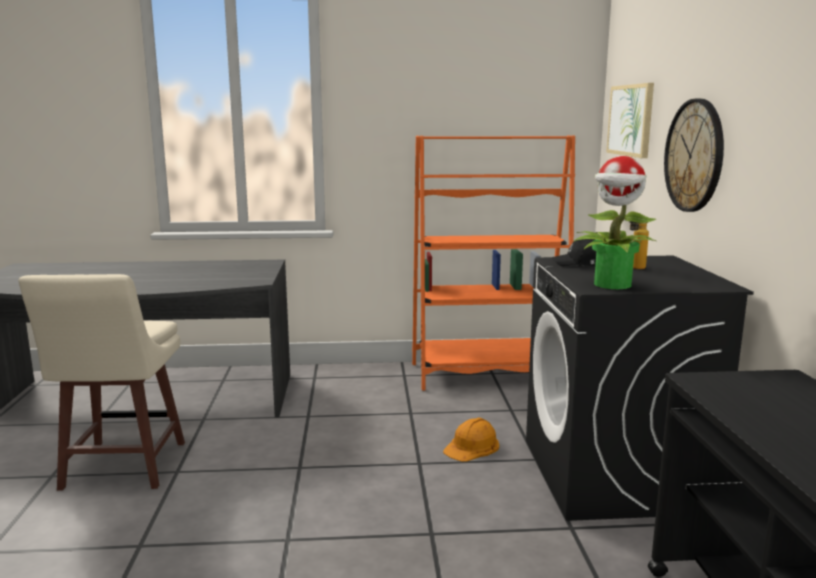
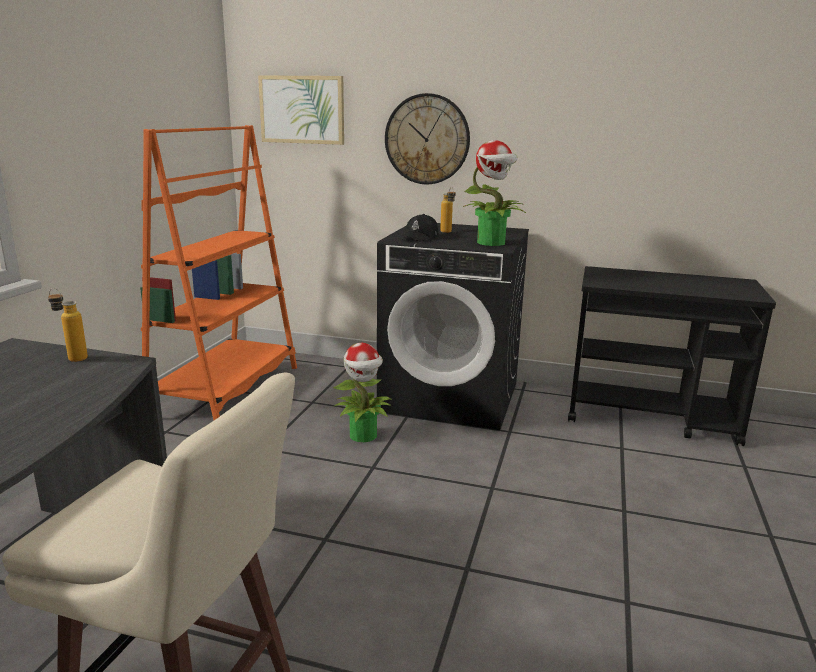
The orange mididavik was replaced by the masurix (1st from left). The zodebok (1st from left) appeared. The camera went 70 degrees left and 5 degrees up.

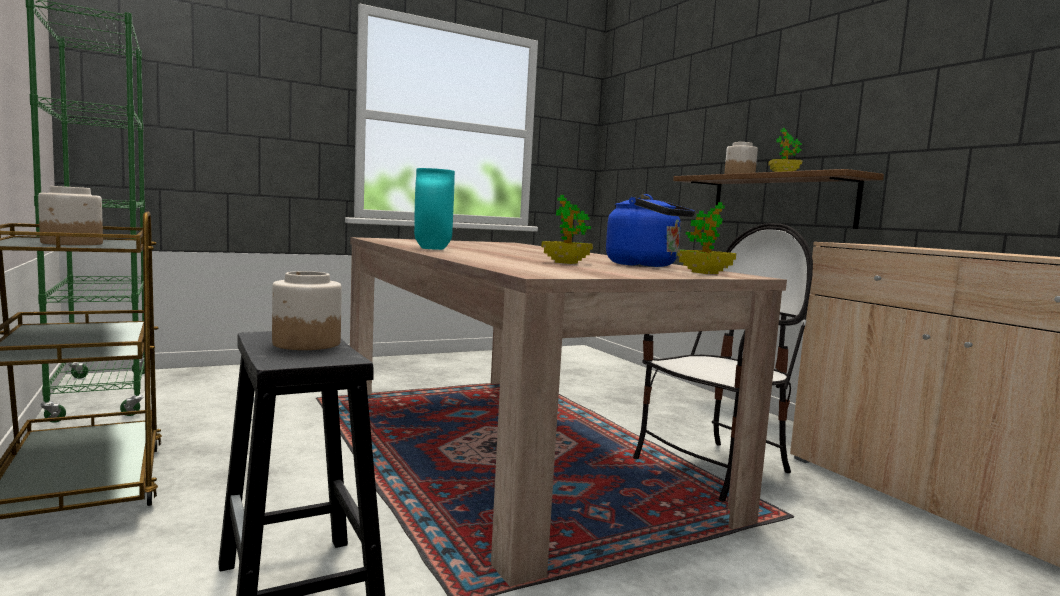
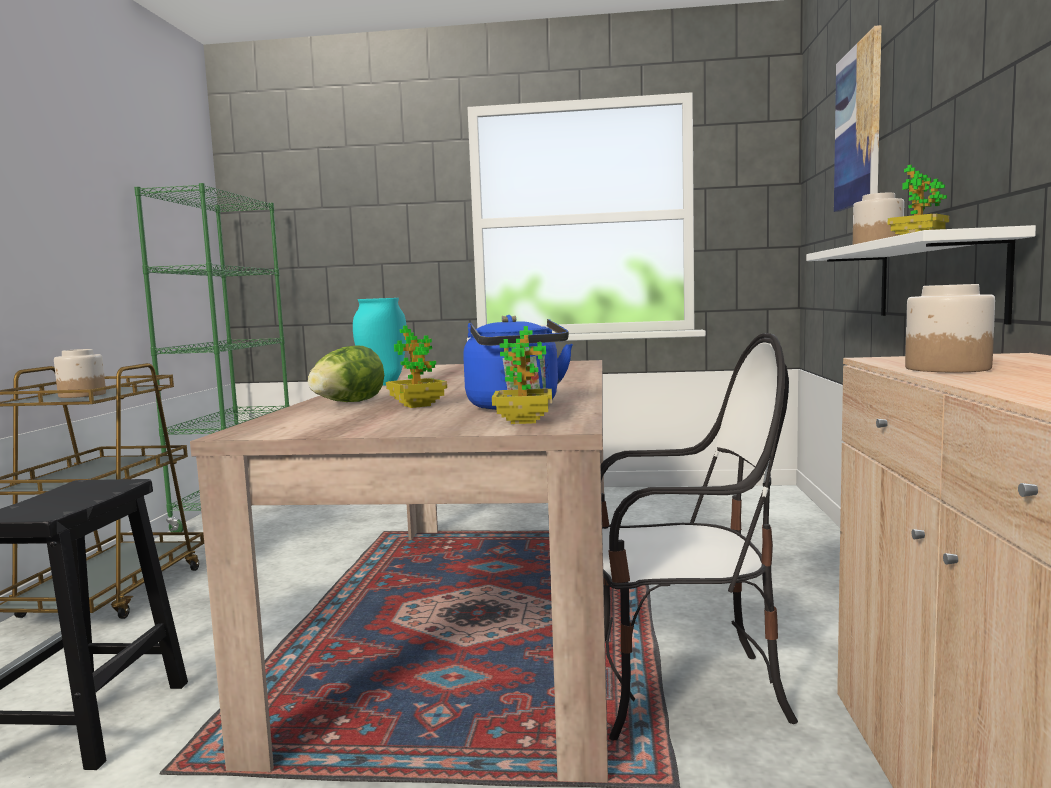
The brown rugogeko became the white rugogeko. The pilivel (2nd from left in the first image) moved. The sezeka appeared. The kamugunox appeared. The camera went 35 degrees right and 0 degrees up.

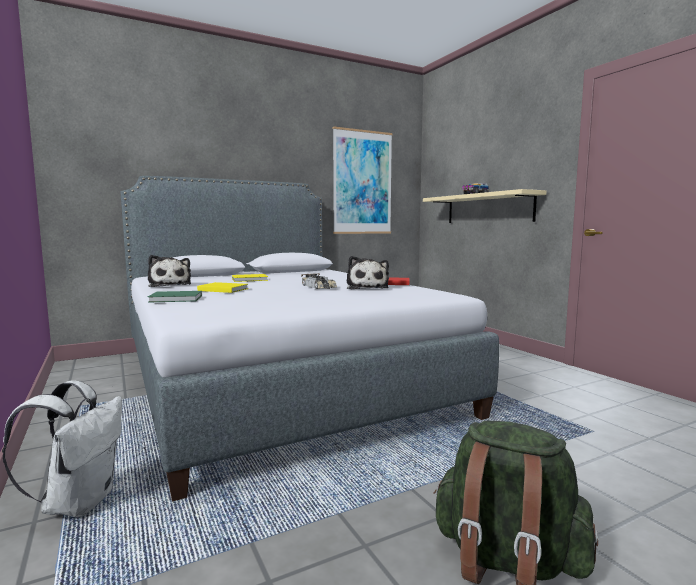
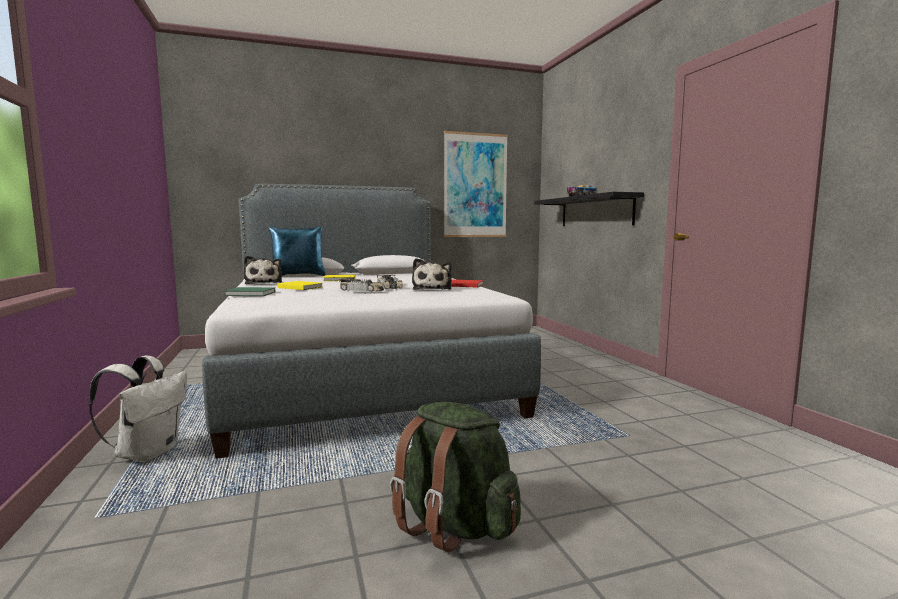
The beige rugogeko became the black rugogeko. The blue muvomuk appeared. The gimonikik (1st from left) appeared. The camera went 10 degrees right and 0 degrees up.

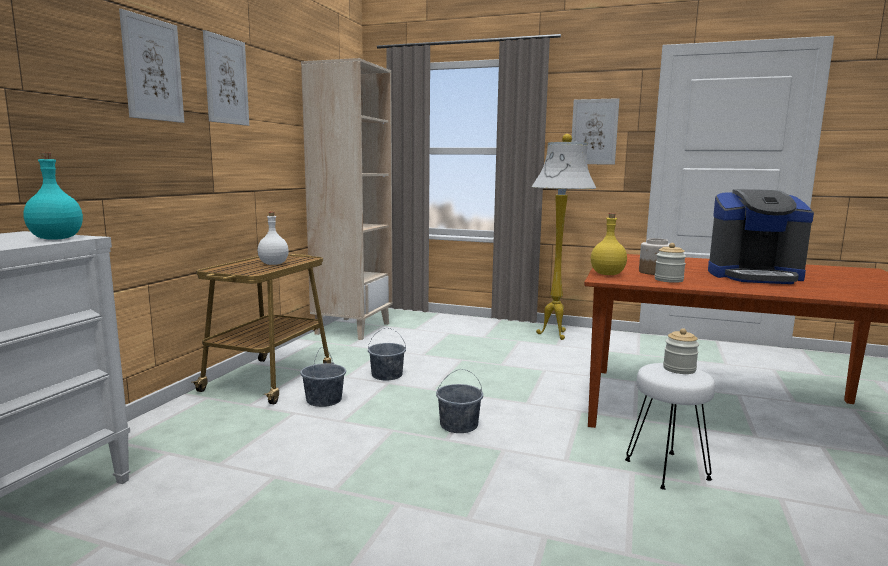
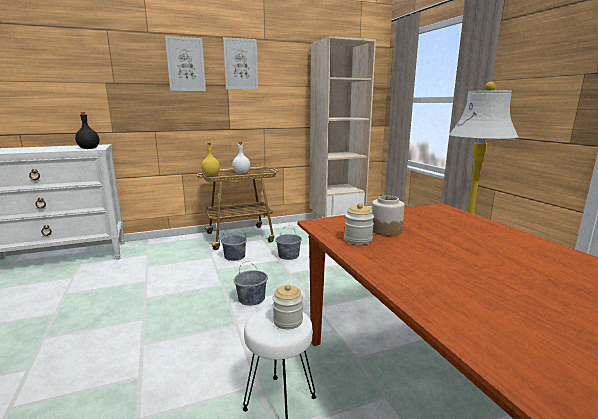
The sezeka (3rd from left) disappeared. The turquoise zodebok became the black zodebok. The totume disappeared. The yellow zodebok moved. The camera went 50 degrees right and 5 degrees up.

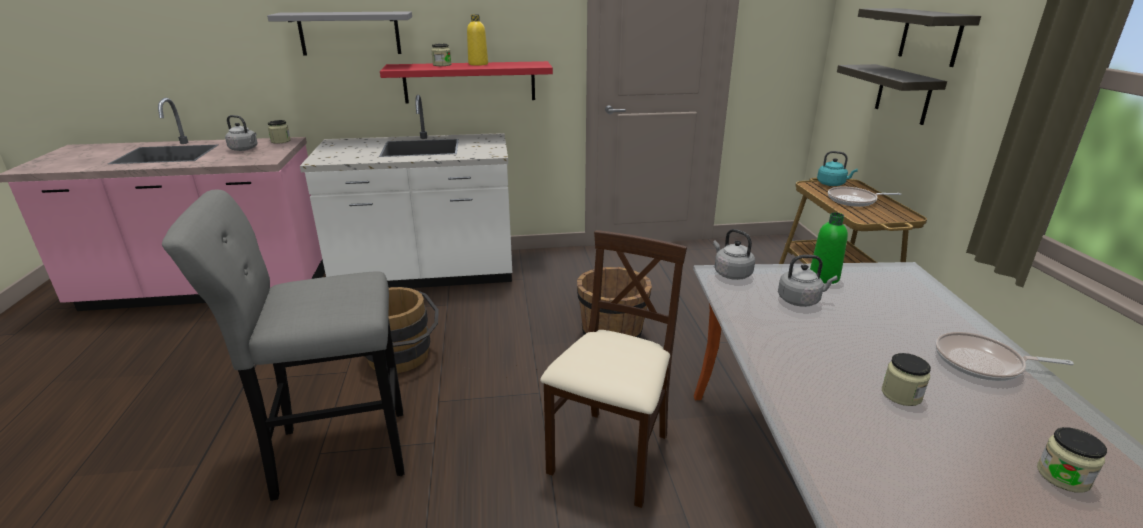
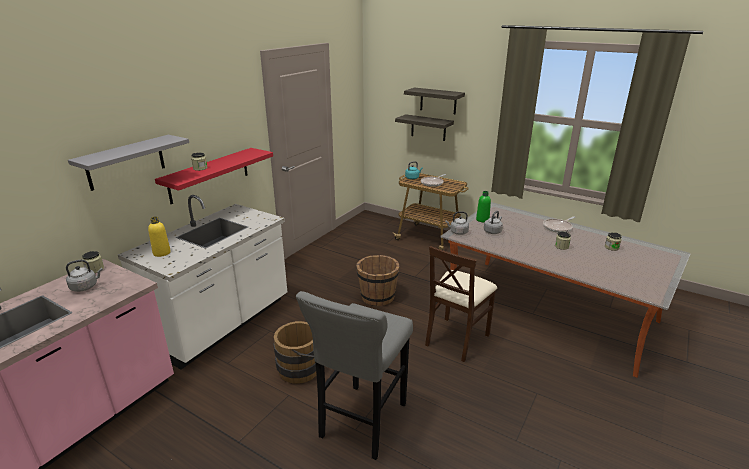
The yellow zodebok moved. The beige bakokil turned 120 degrees counterclockwise. The camera went 50 degrees left and 0 degrees up.

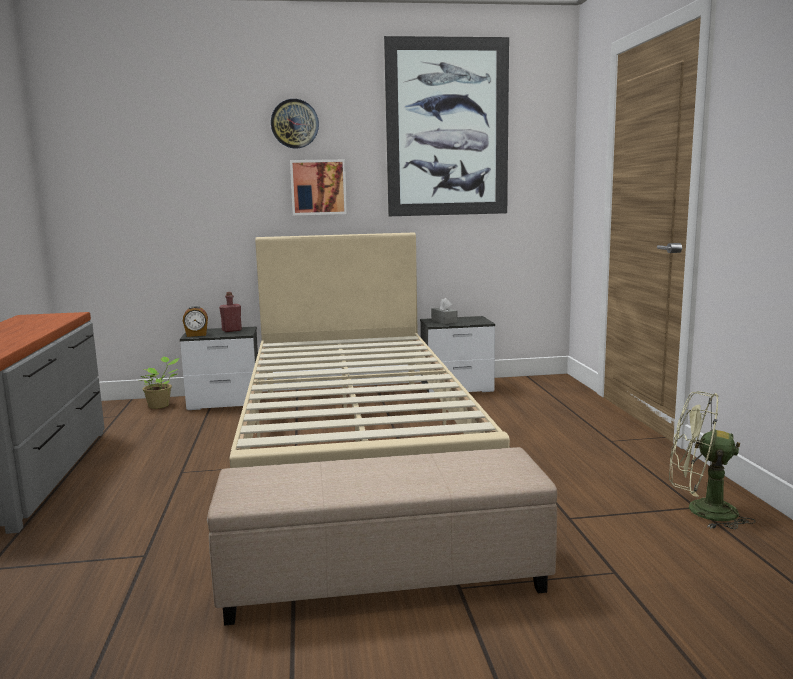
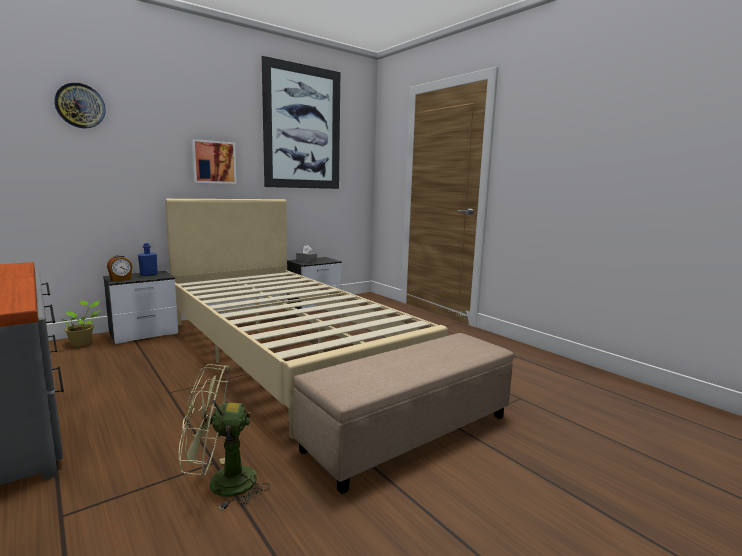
The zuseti moved. The red zodebok became the blue zodebok. The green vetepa moved. The camera went 30 degrees left and 0 degrees up.

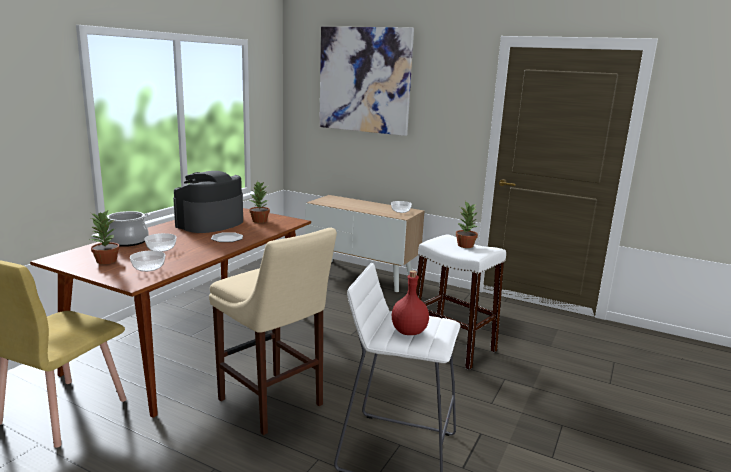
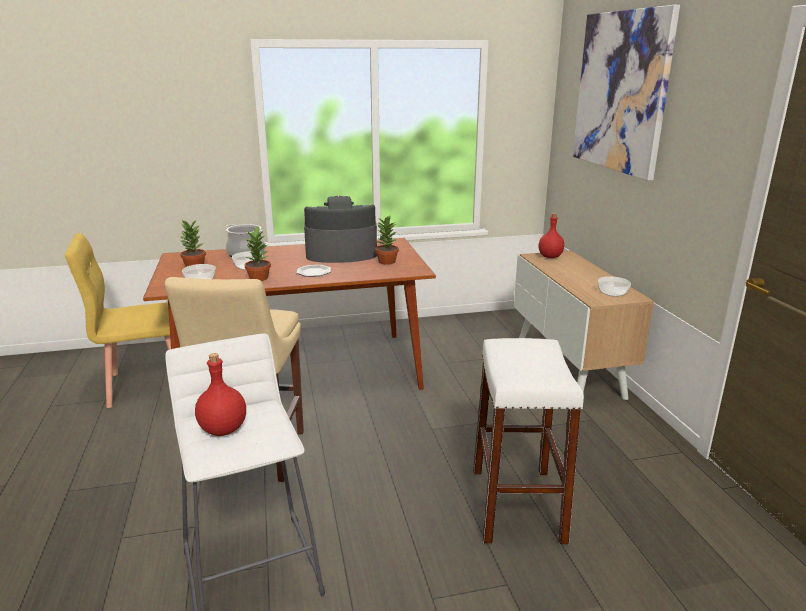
The masurix (3rd from left in the first image) moved. The red zodebok (2nd from left) appeared. The camera went 50 degrees right and 5 degrees up.

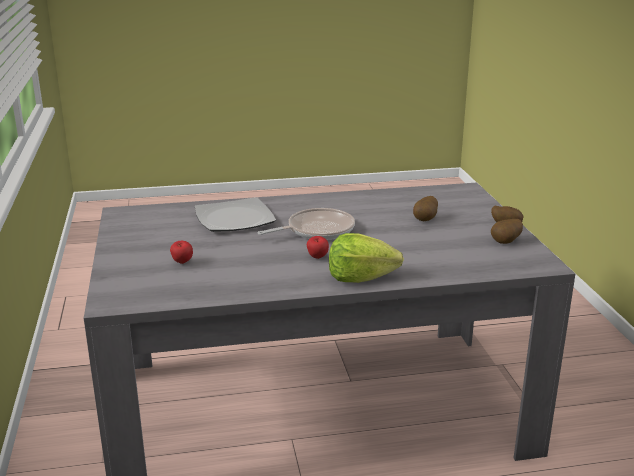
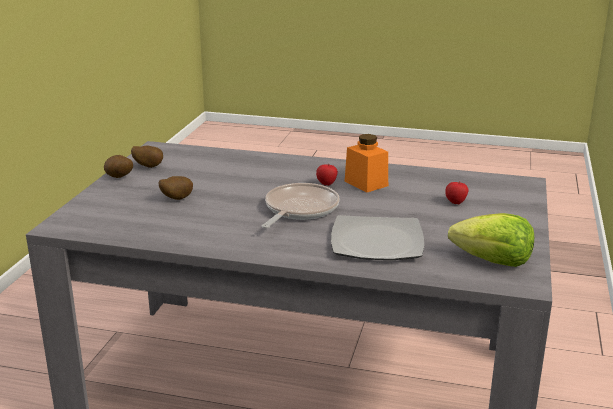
The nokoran turned 120 degrees clockwise. The kamugunox moved. The orange pilivel appeared. The camera went 155 degrees left and 0 degrees up.

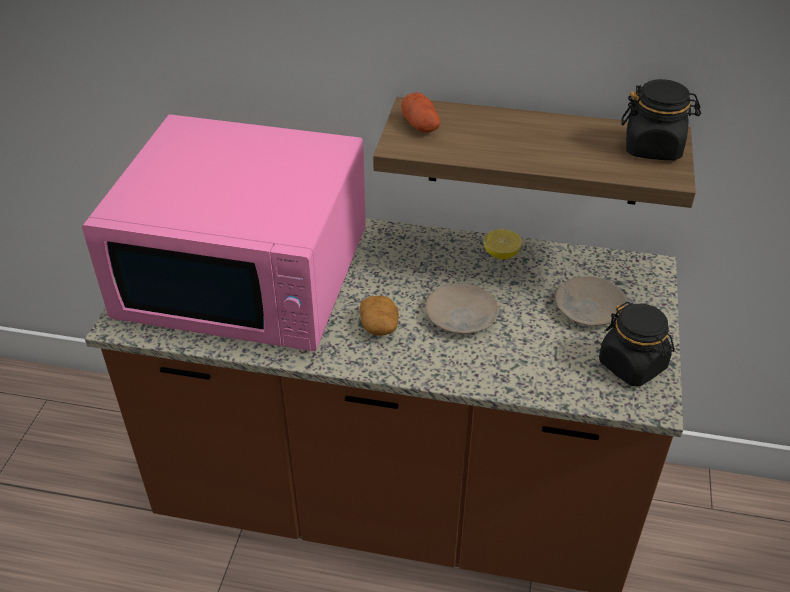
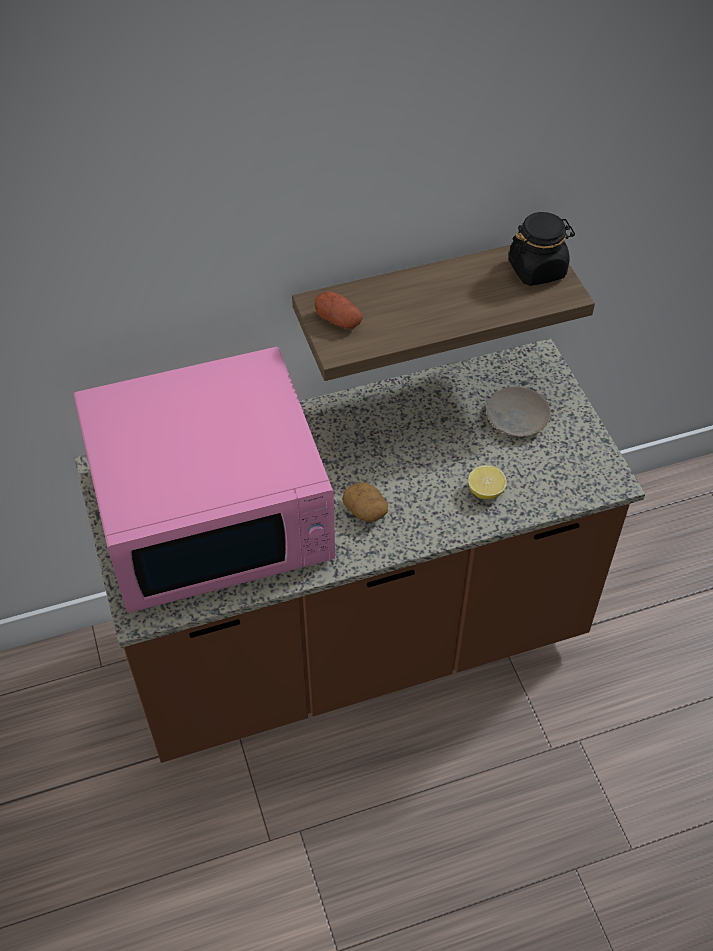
The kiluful moved. The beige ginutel (1st from left) disappeared. The black pilivel (1st from left) disappeared. The camera went 30 degrees left and 10 degrees up.

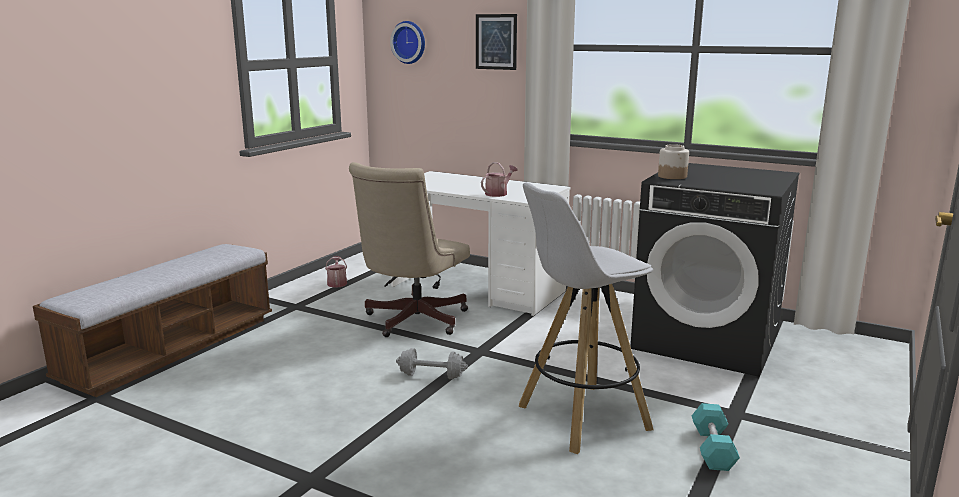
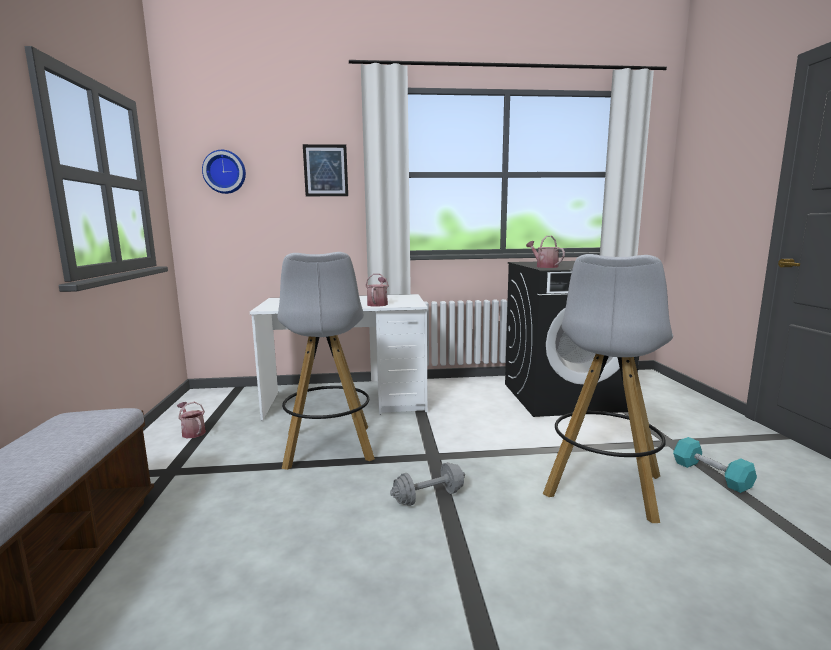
The pilivel was replaced by the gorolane (3rd from left). The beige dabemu was replaced by the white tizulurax (1st from left). The camera went 35 degrees left and 5 degrees down.

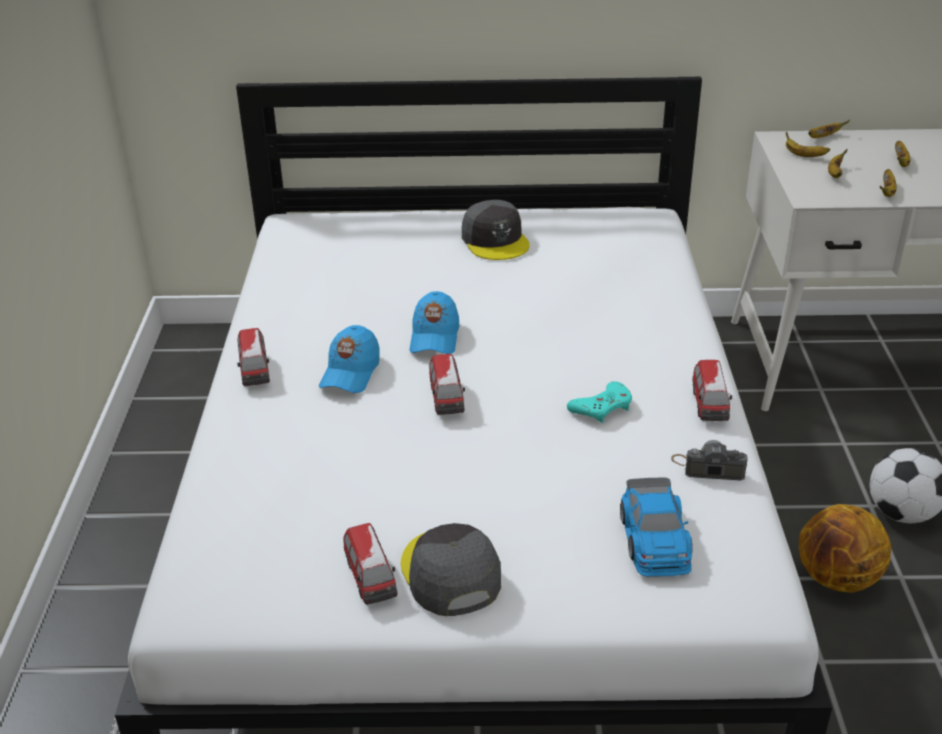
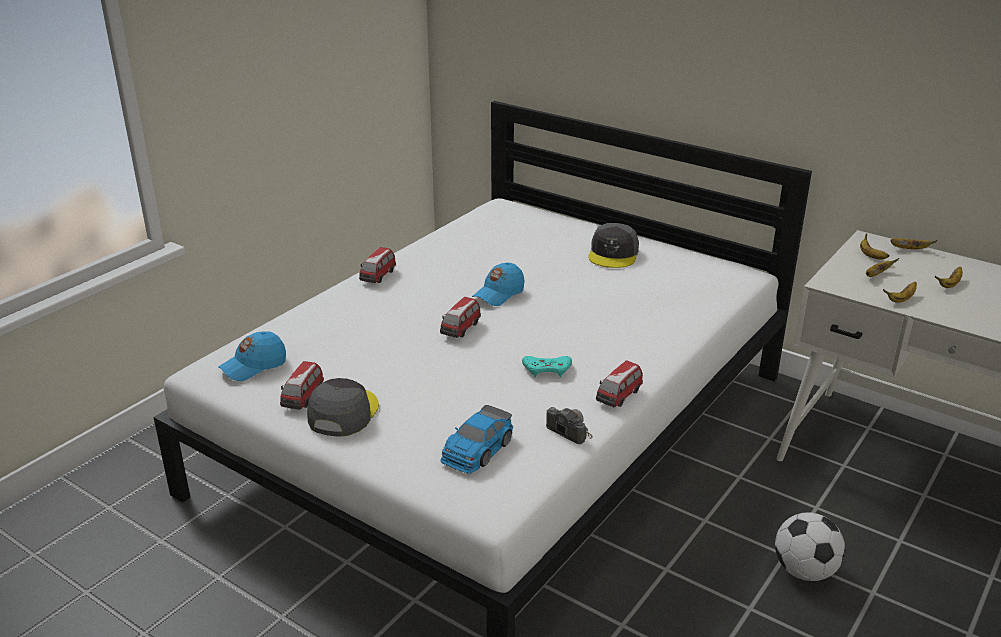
The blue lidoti (1st from left) moved. The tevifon disappeared. The camera went 35 degrees right and 5 degrees down.

